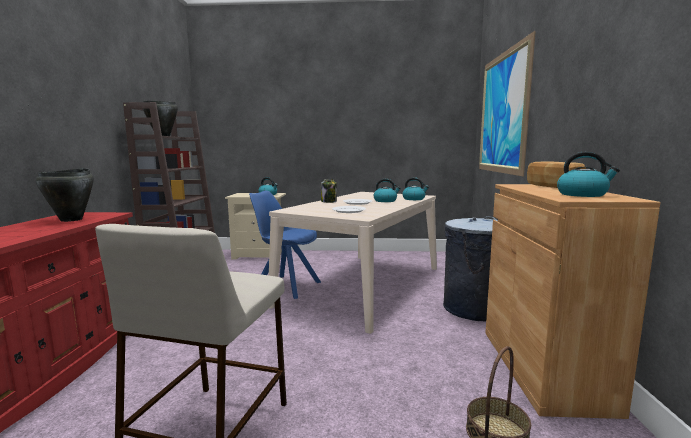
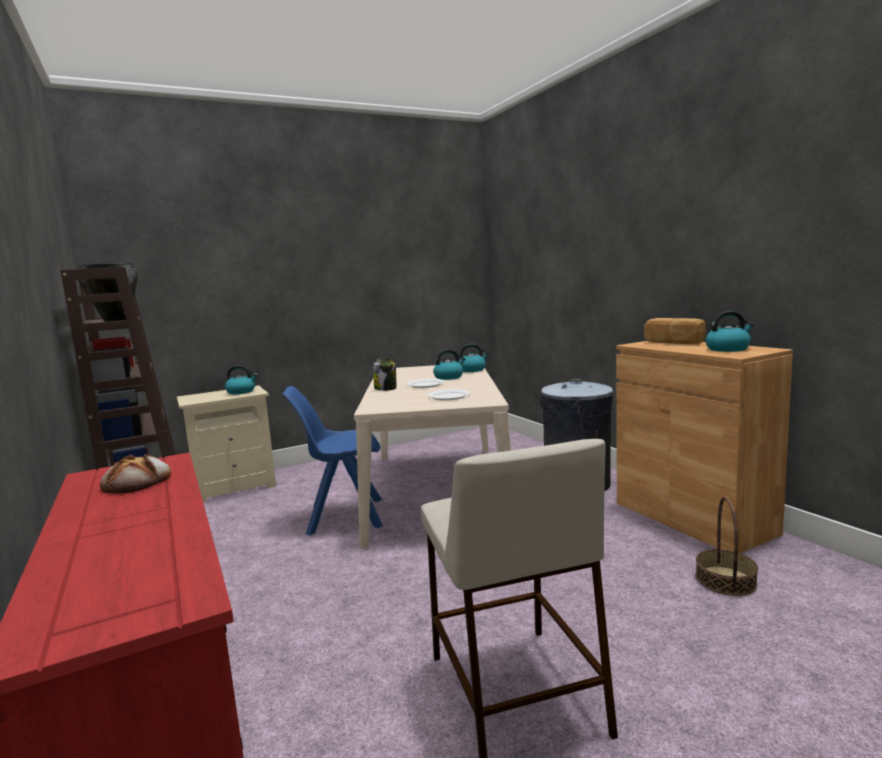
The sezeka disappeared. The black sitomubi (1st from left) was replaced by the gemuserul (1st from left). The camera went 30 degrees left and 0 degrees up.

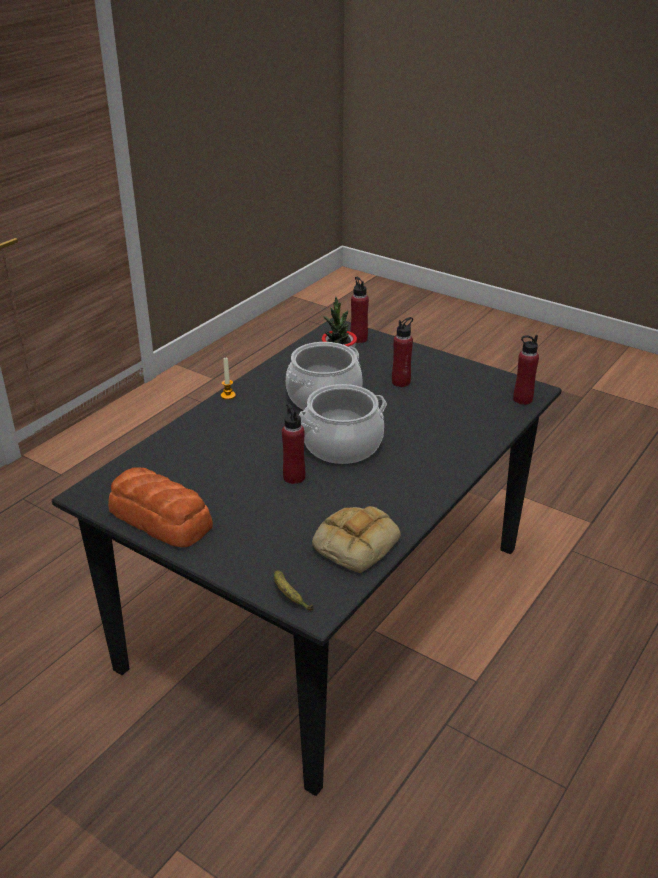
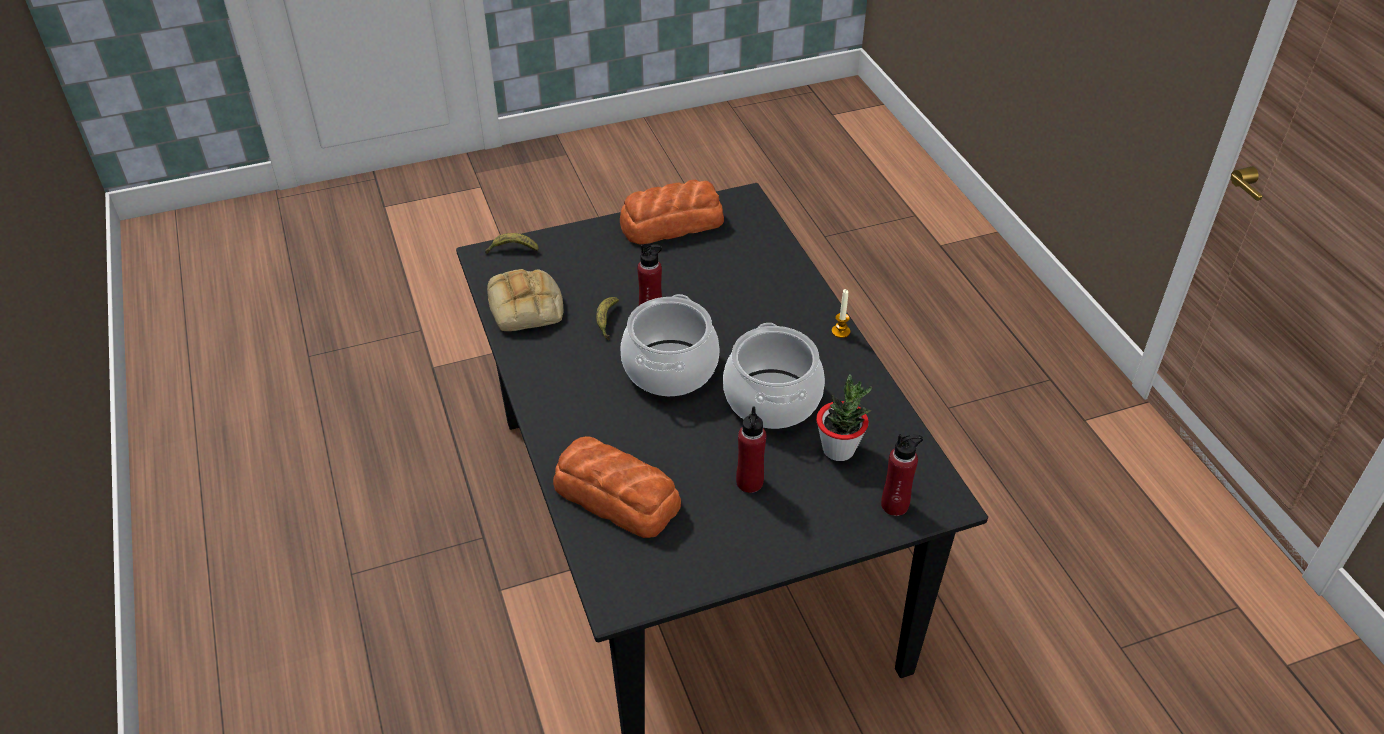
The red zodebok (4th from left) disappeared. The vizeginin (2nd from left) appeared. The gemuserul (2nd from left) appeared. The camera went 125 degrees right and 10 degrees up.

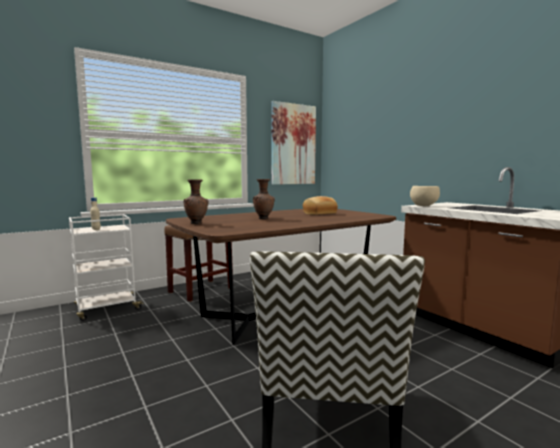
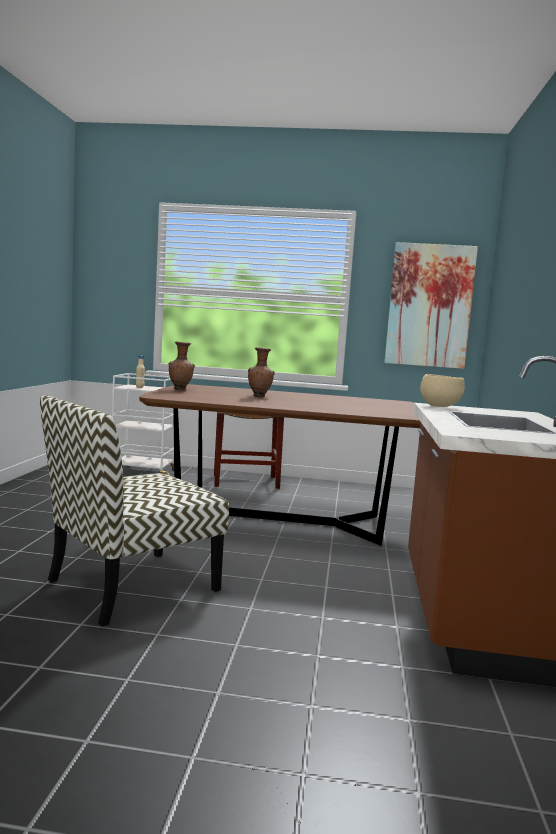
The gemuserul disappeared. The camera went 40 degrees right and 0 degrees up.

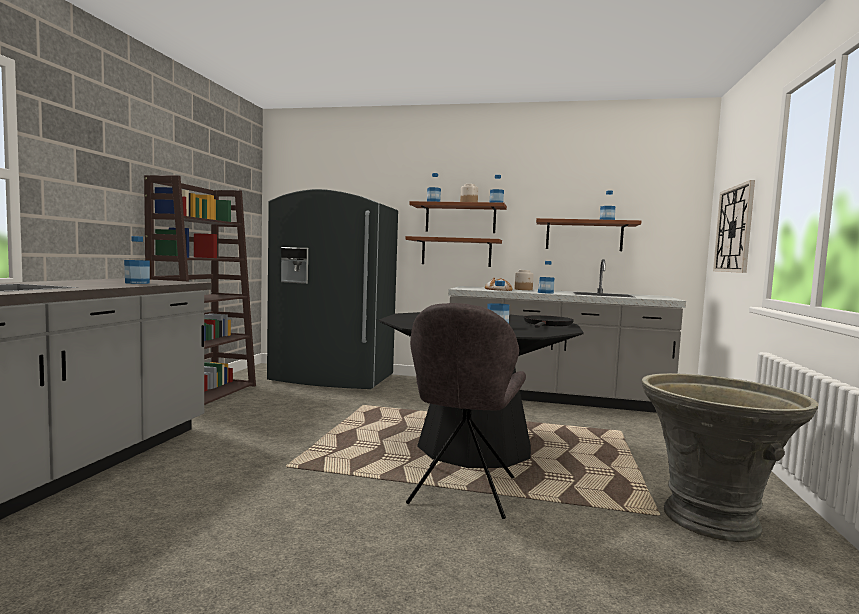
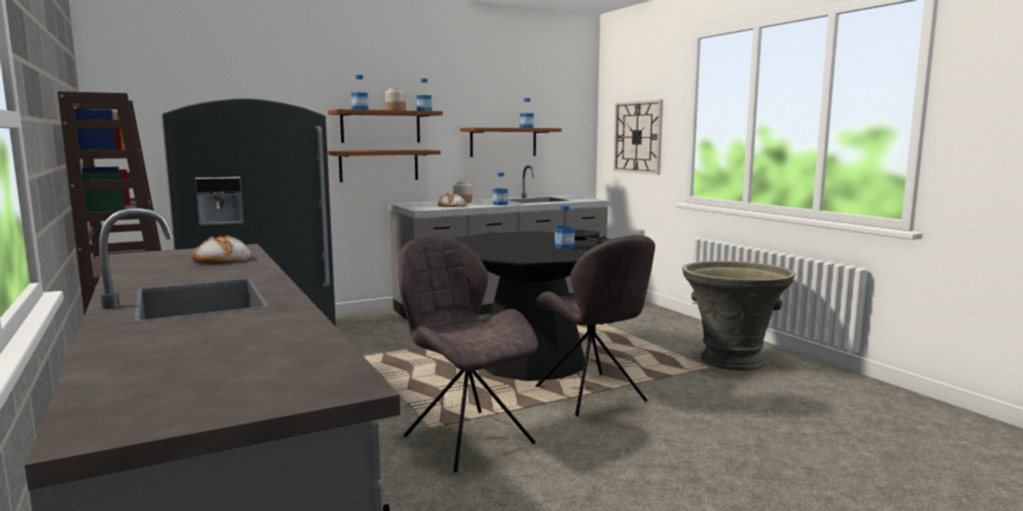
The zodebok (1st from left) was replaced by the gemuserul (1st from left). The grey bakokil (1st from left) appeared. The camera went 40 degrees left and 5 degrees up.

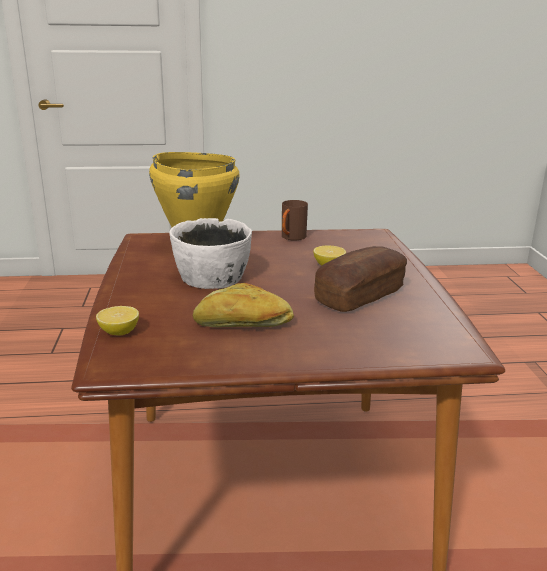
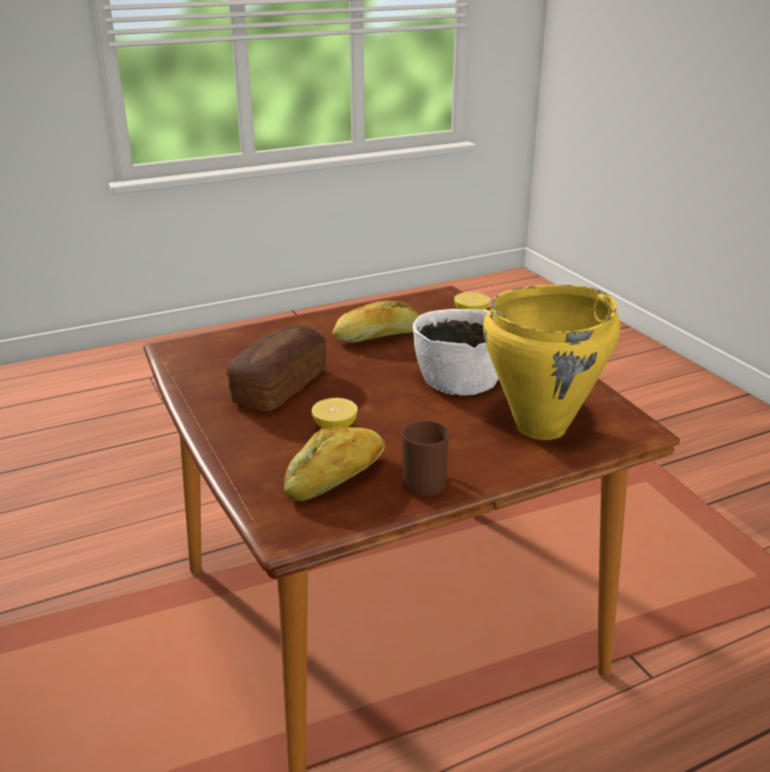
The gemuserul (2nd from left) appeared. The camera went 160 degrees right and 5 degrees up.

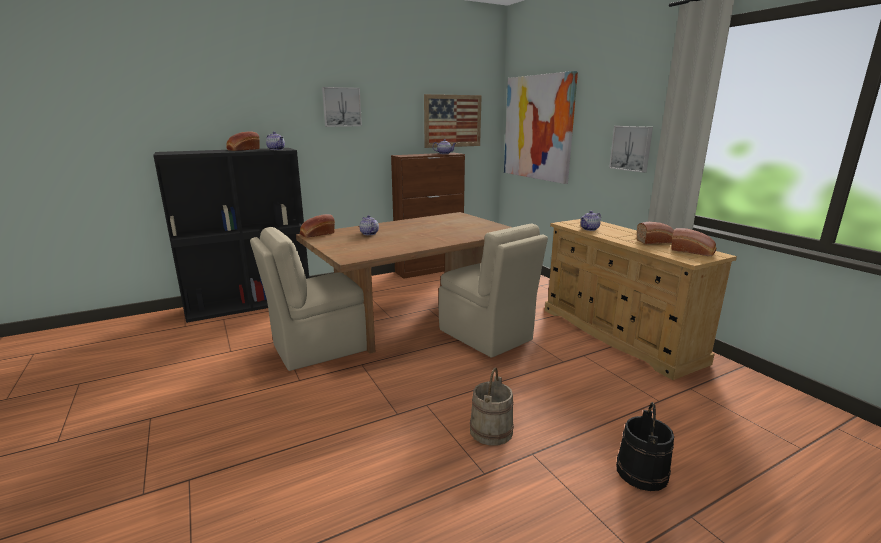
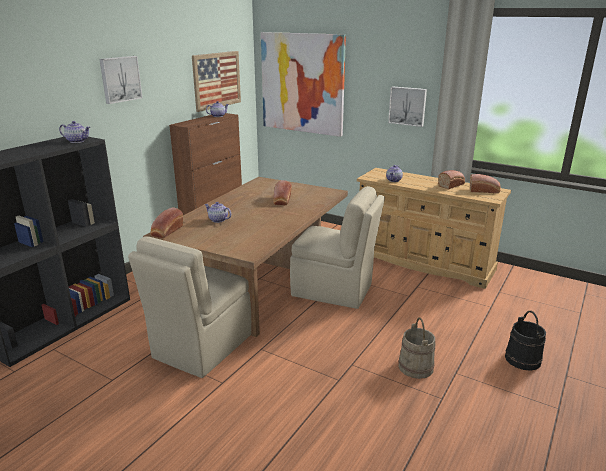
The gemuserul (1st from left in the first image) moved. The camera went 30 degrees left and 5 degrees up.

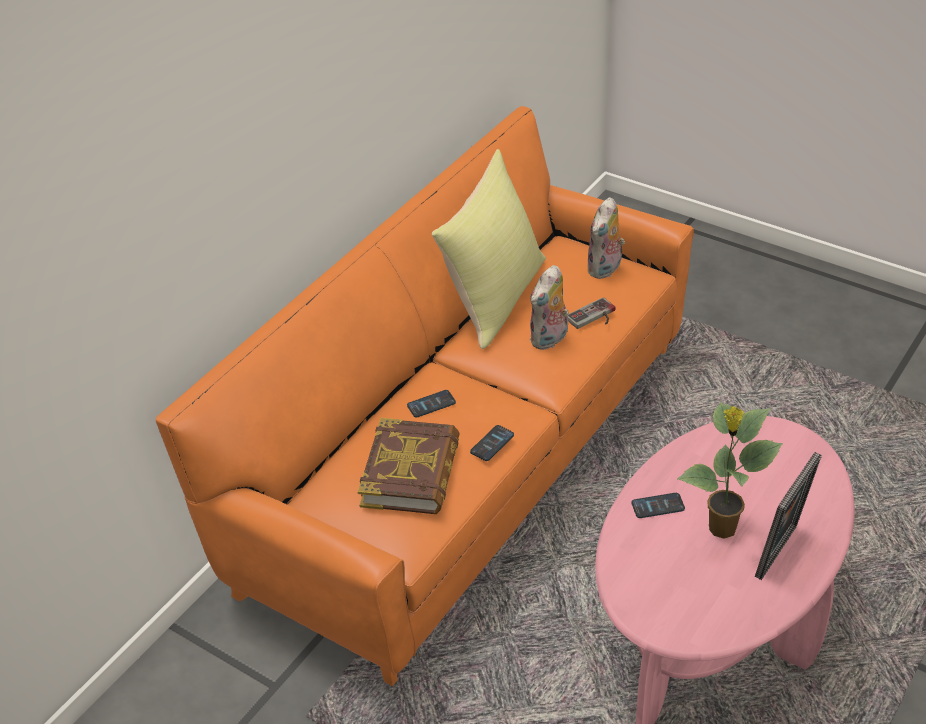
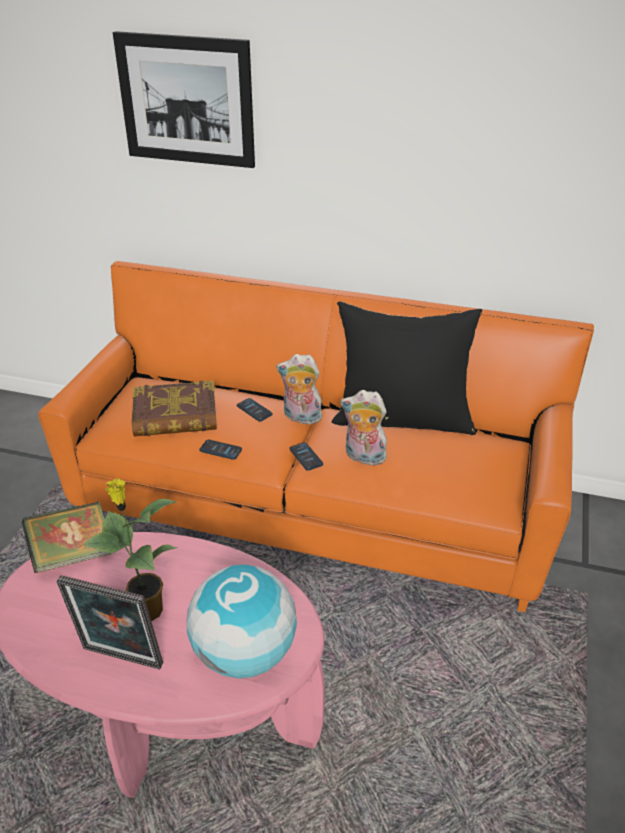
The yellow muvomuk became the black muvomuk. The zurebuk (2nd from left in the first image) moved. The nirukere disappeared. The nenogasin (3rd from left) moved. The sezeka appeared. The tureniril (1st from left) appeared. The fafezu appeared. The camera went 70 degrees right and 5 degrees down.

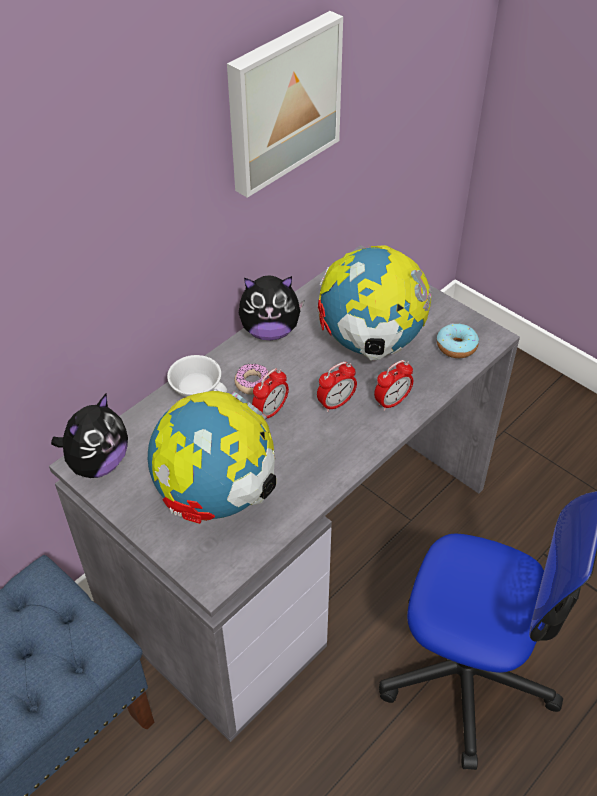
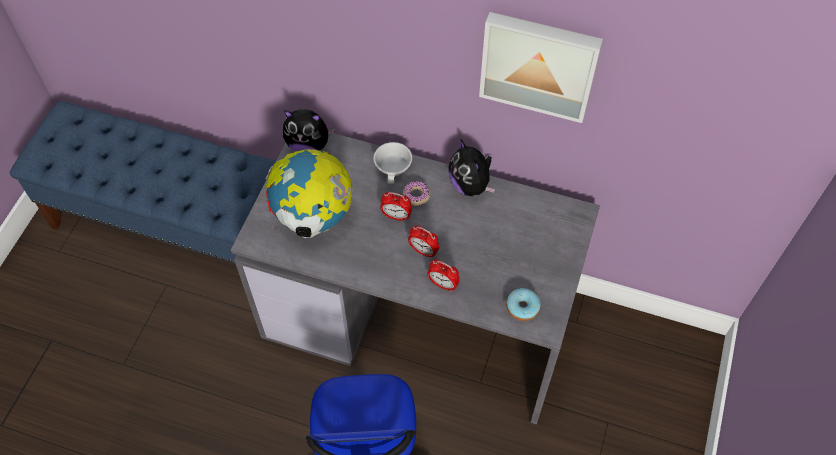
The fafezu (2nd from left) disappeared. The camera went 65 degrees right and 10 degrees up.

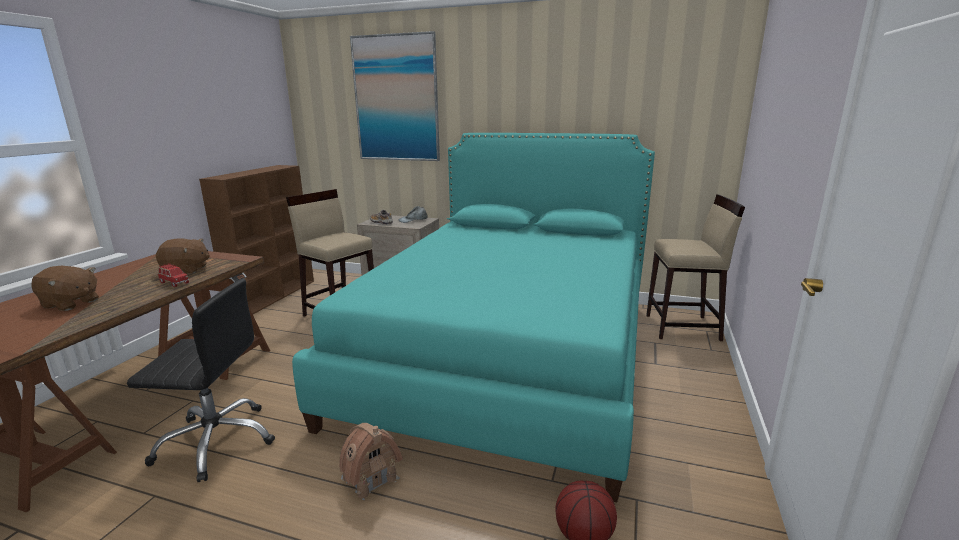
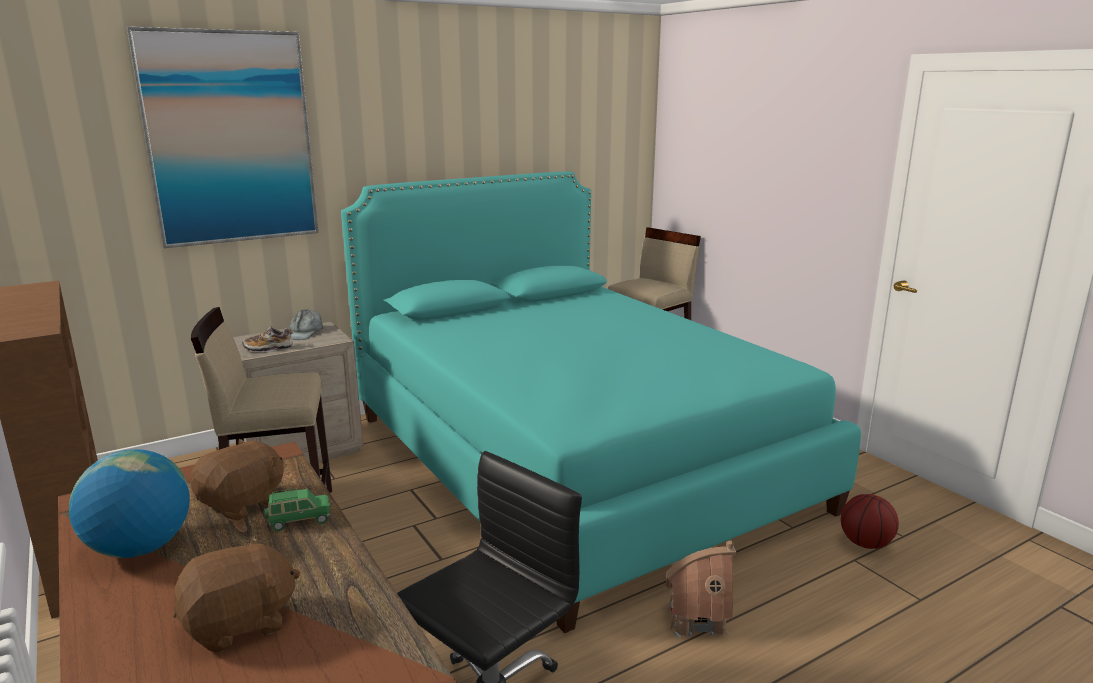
The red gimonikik became the green gimonikik. The fafezu appeared. The camera went 50 degrees left and 0 degrees up.

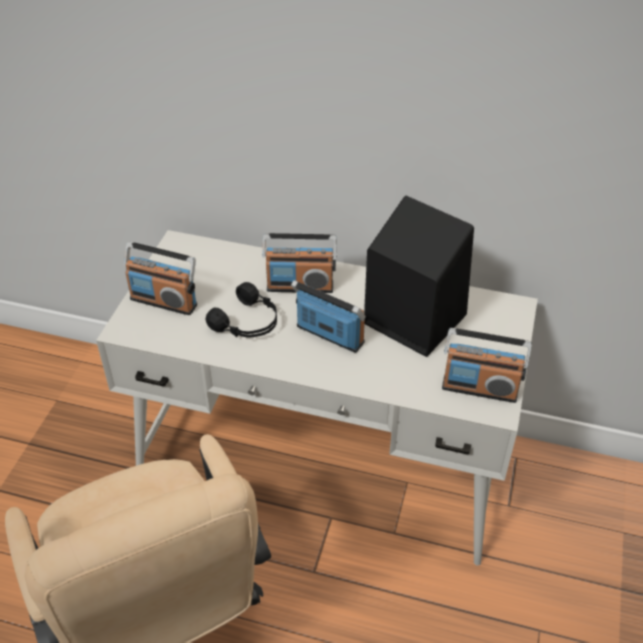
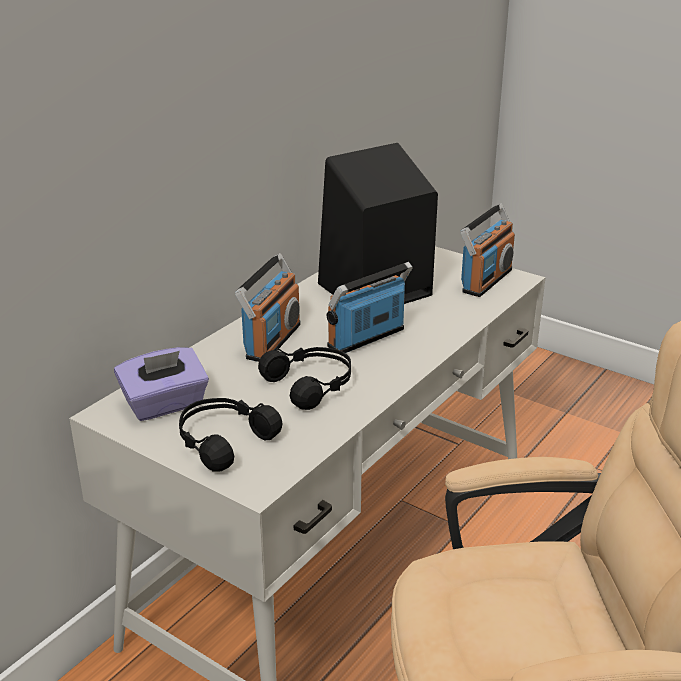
The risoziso (1st from left) was replaced by the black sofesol (1st from left). The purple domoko appeared. The camera went 70 degrees left and 15 degrees down.

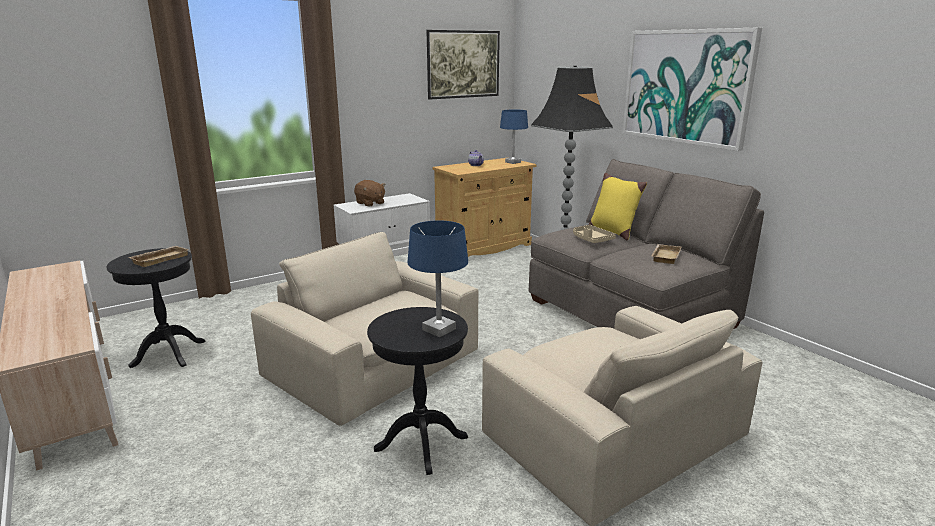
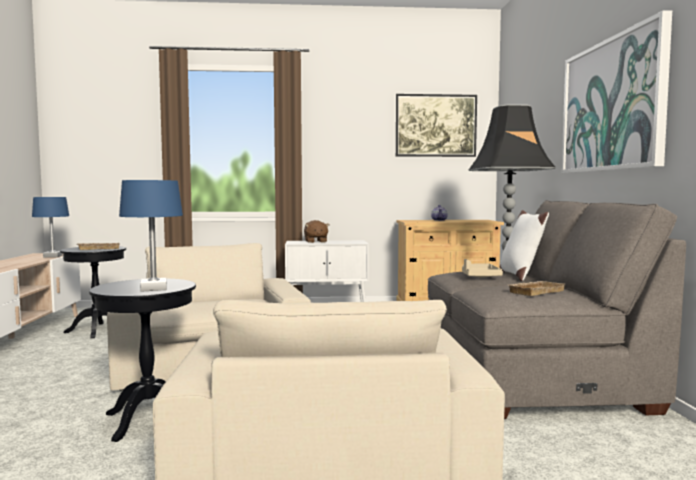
The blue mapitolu (2nd from left in the first image) moved. The yellow muvomuk became the white muvomuk. The camera went 30 degrees right and 15 degrees down.

